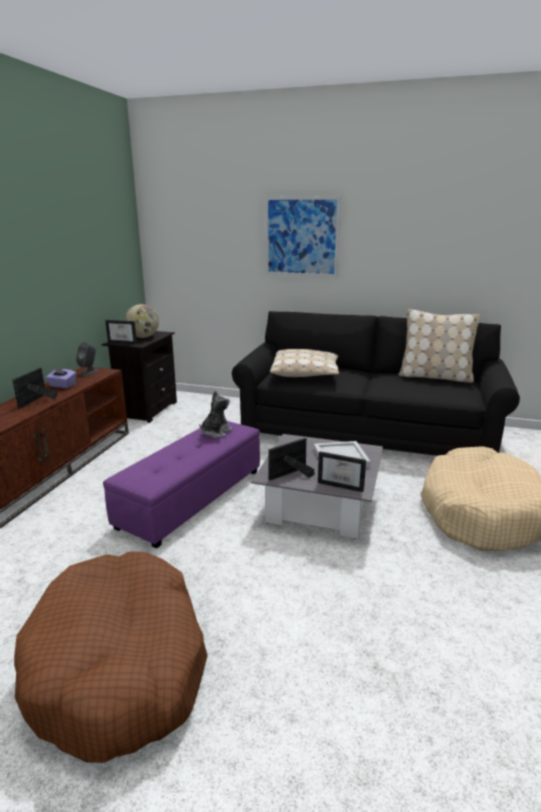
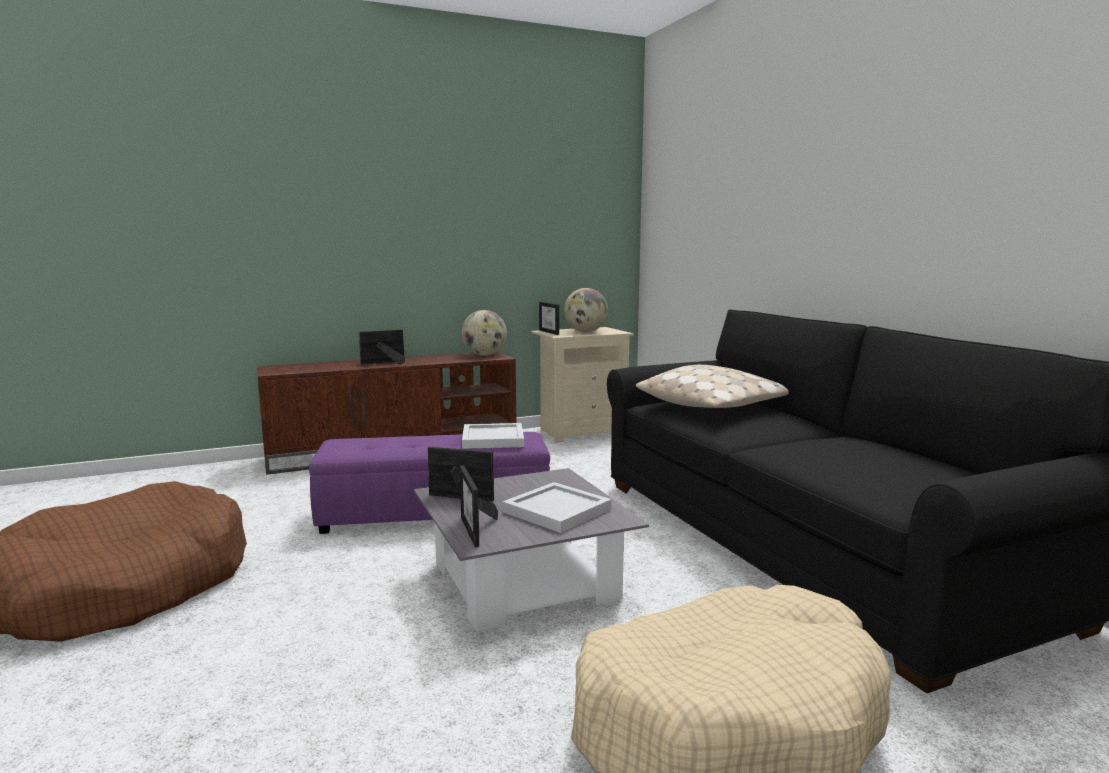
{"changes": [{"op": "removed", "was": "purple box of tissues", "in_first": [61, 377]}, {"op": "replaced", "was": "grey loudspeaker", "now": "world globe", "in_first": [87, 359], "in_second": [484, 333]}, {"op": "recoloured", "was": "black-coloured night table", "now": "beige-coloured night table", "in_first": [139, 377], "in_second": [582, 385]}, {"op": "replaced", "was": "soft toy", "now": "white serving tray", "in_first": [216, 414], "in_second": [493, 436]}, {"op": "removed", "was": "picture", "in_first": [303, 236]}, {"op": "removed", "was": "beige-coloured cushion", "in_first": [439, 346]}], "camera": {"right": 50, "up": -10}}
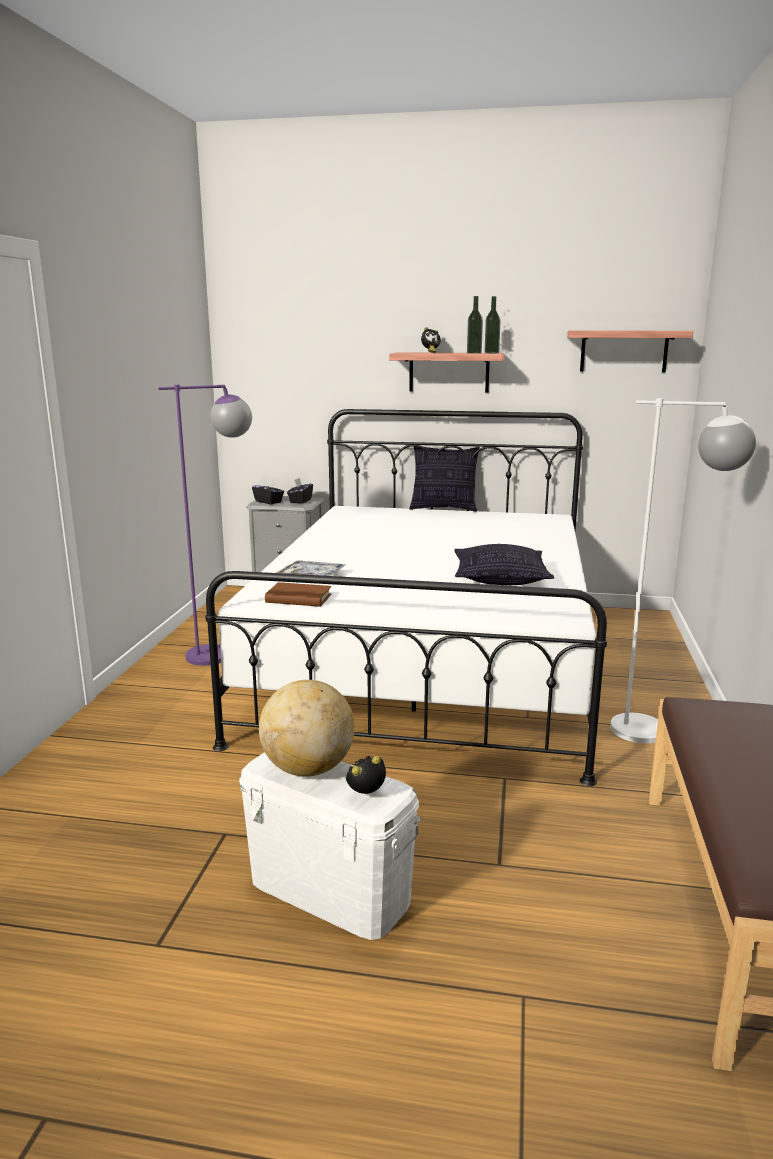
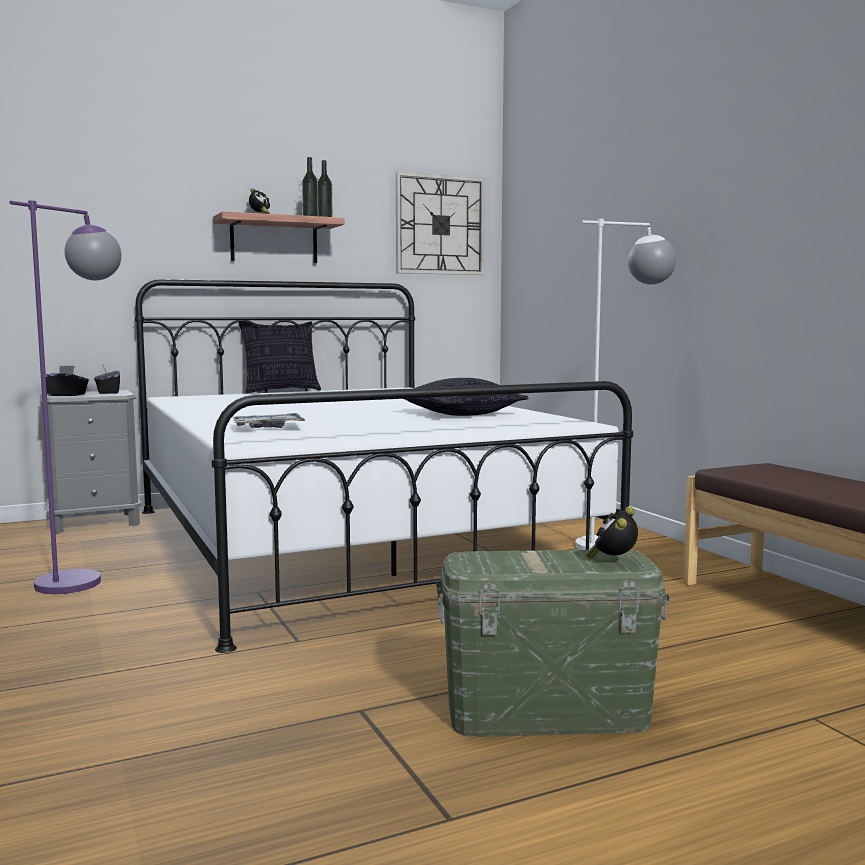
{"changes": [{"op": "recoloured", "was": "white storage box", "now": "greenish storage box", "in_first": [330, 846], "in_second": [553, 643]}, {"op": "removed", "was": "world globe", "in_first": [307, 728]}, {"op": "removed", "was": "brownish volume", "in_first": [298, 594]}, {"op": "replaced", "was": "wall shelf", "now": "wall clock", "in_first": [630, 351], "in_second": [440, 223]}], "camera": {"right": -35, "up": -10}}
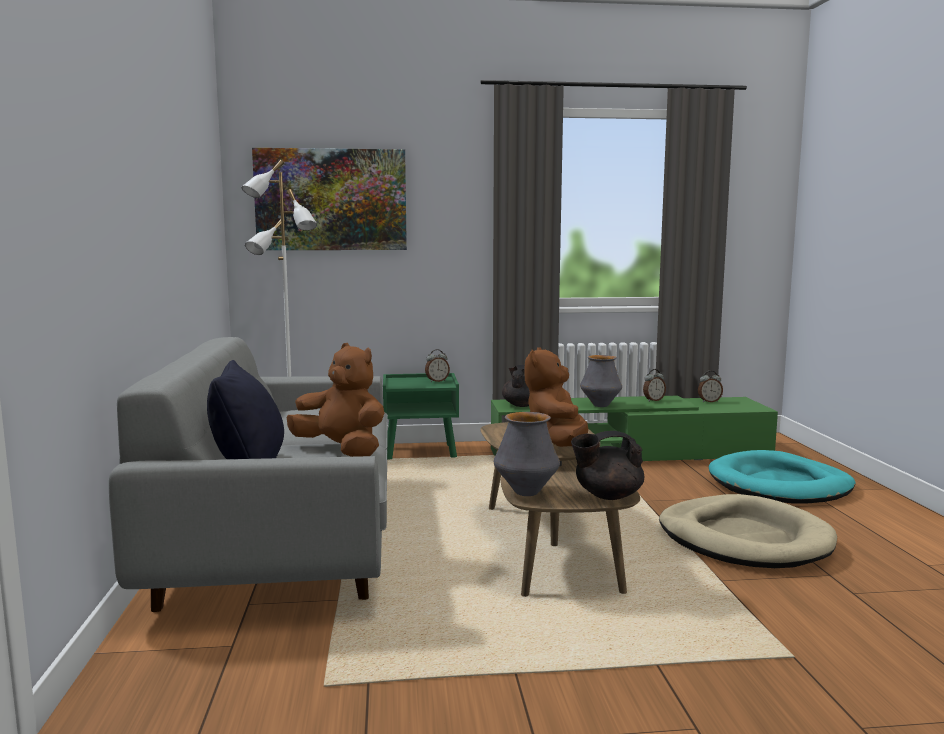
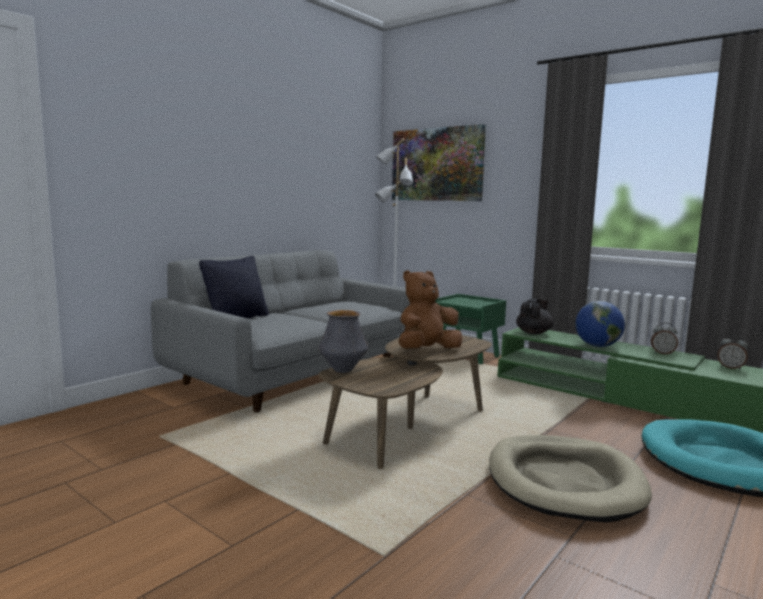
{"changes": [{"op": "removed", "was": "brownish soft toy", "in_first": [335, 400]}, {"op": "removed", "was": "bedside clock", "in_first": [437, 365]}, {"op": "removed", "was": "black-coloured teapot", "in_first": [607, 465]}, {"op": "replaced", "was": "vase", "now": "world globe", "in_first": [601, 381], "in_second": [600, 324]}], "camera": {"right": 45, "up": 0}}
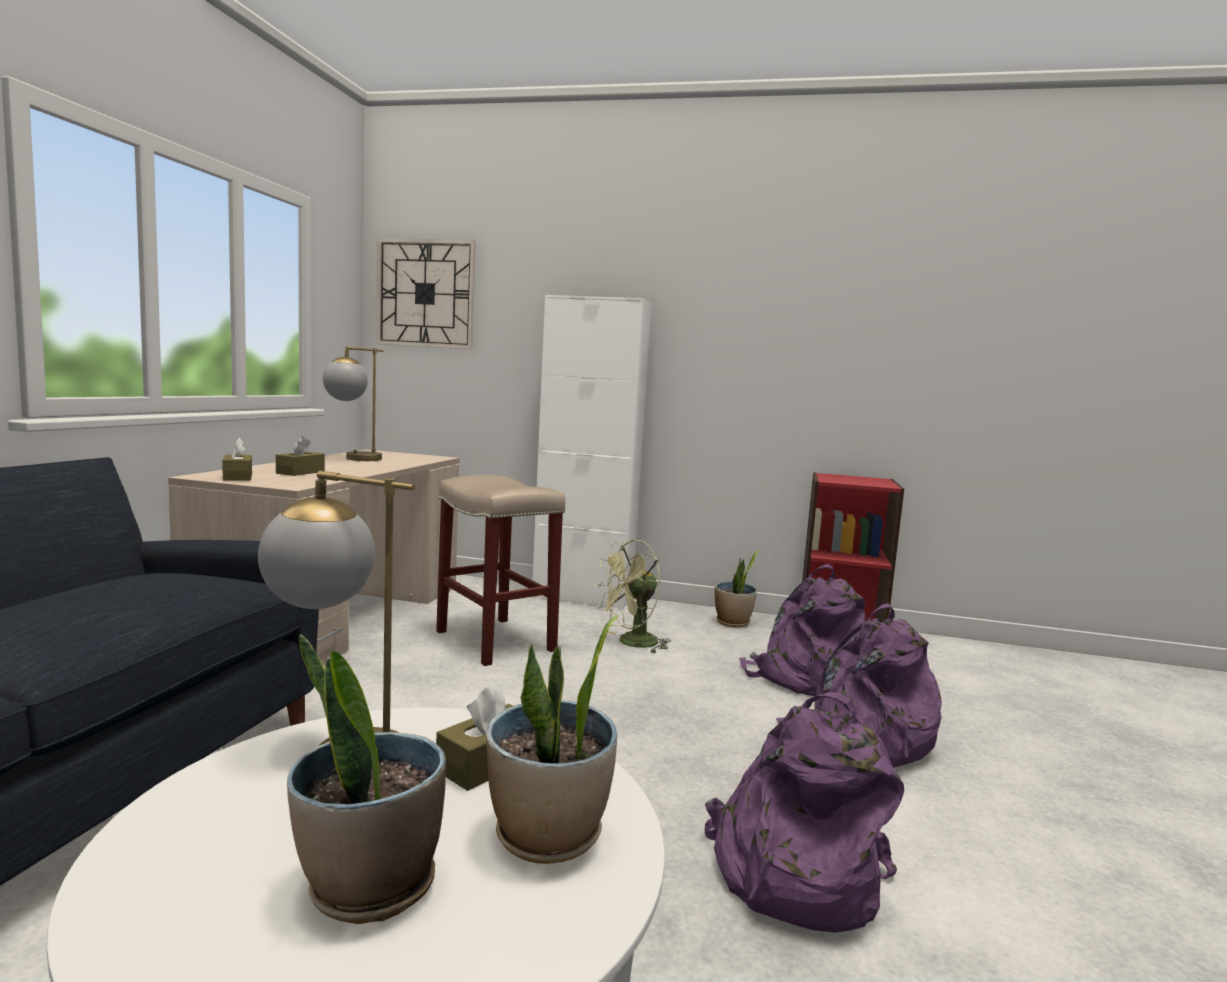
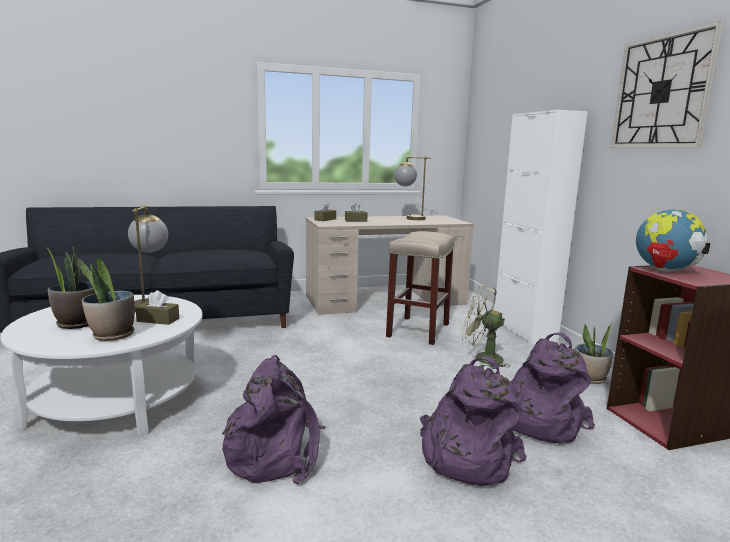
{"changes": [{"op": "moved", "was": "wall clock", "in_first": [426, 293], "in_second": [668, 84]}, {"op": "added", "now": "world globe", "in_second": [673, 240]}], "camera": {"right": 60, "up": 5}}
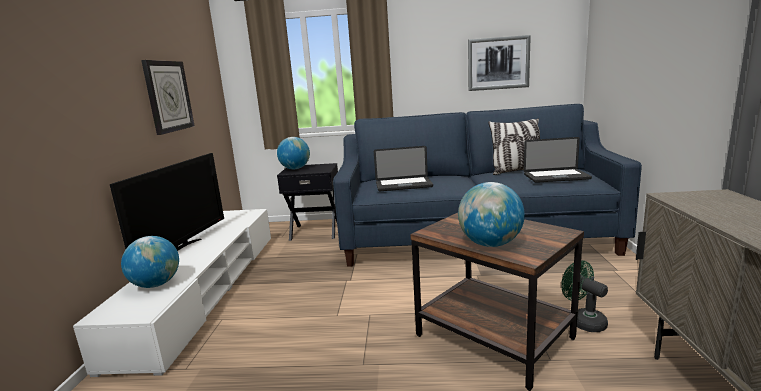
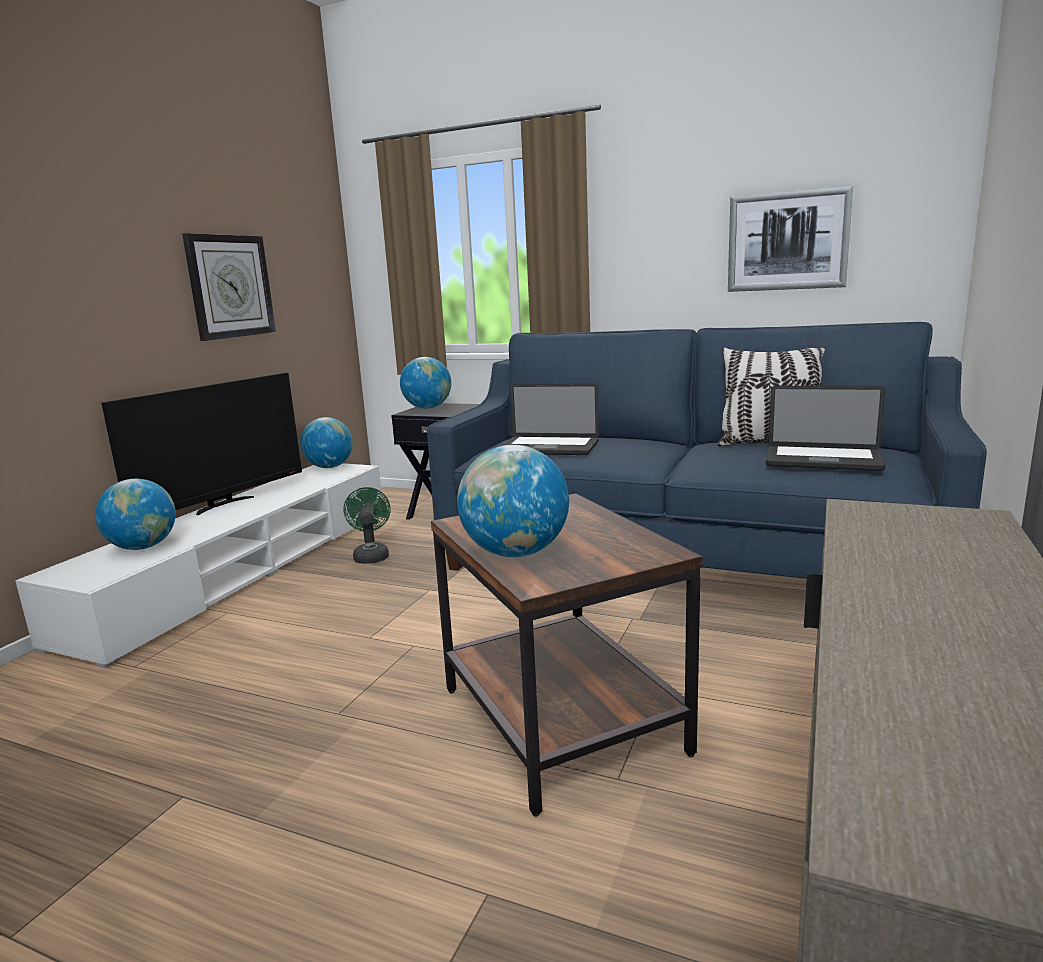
{"changes": [{"op": "moved", "was": "greenish fan", "in_first": [584, 296], "in_second": [366, 525]}, {"op": "added", "now": "world globe", "in_second": [326, 442]}], "camera": {"right": 20, "up": 0}}
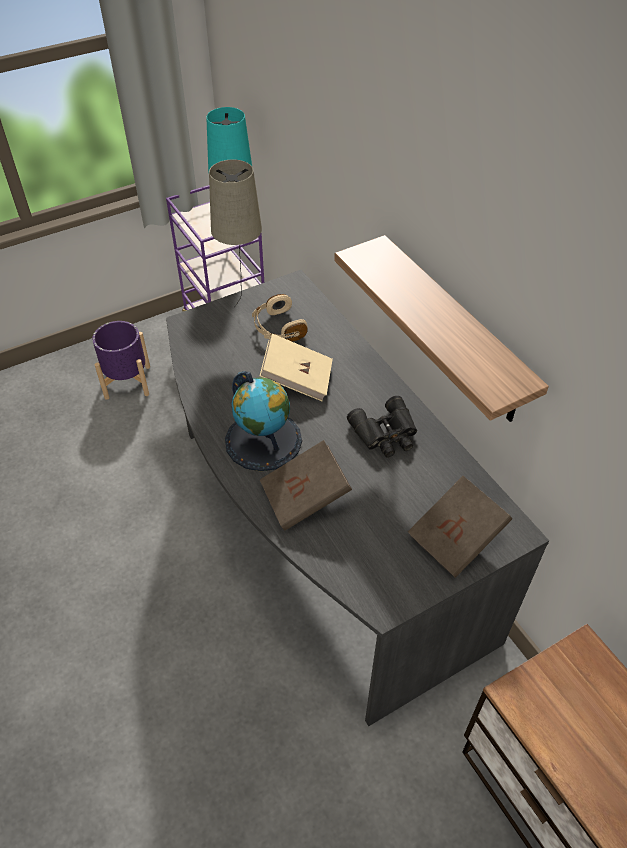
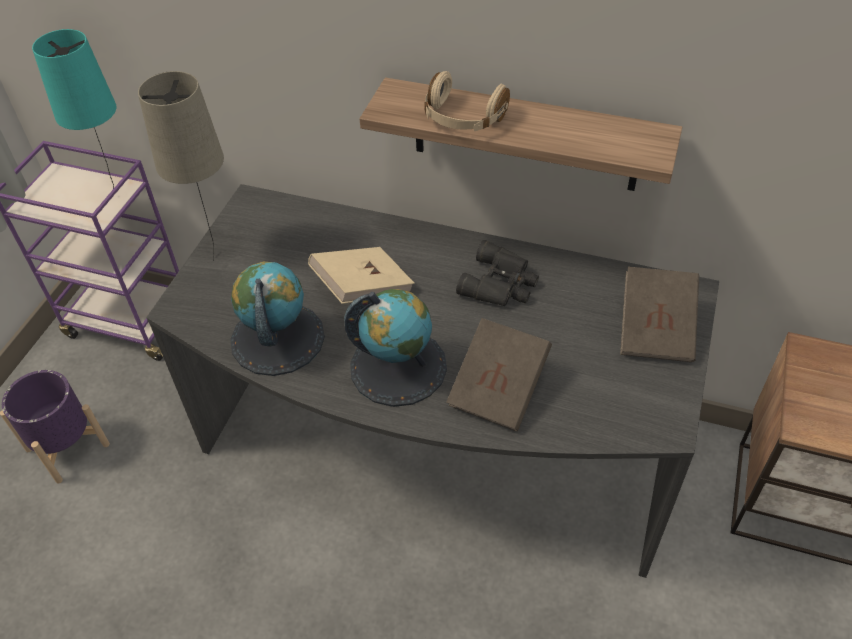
{"changes": [{"op": "moved", "was": "beige-coloured headphones", "in_first": [280, 317], "in_second": [467, 101]}, {"op": "added", "now": "world globe", "in_second": [277, 319]}], "camera": {"right": -40, "up": 0}}
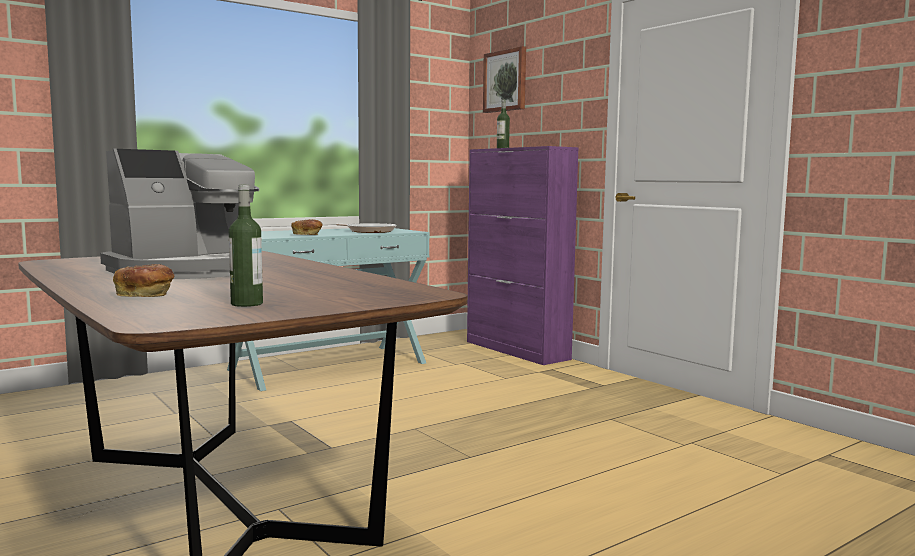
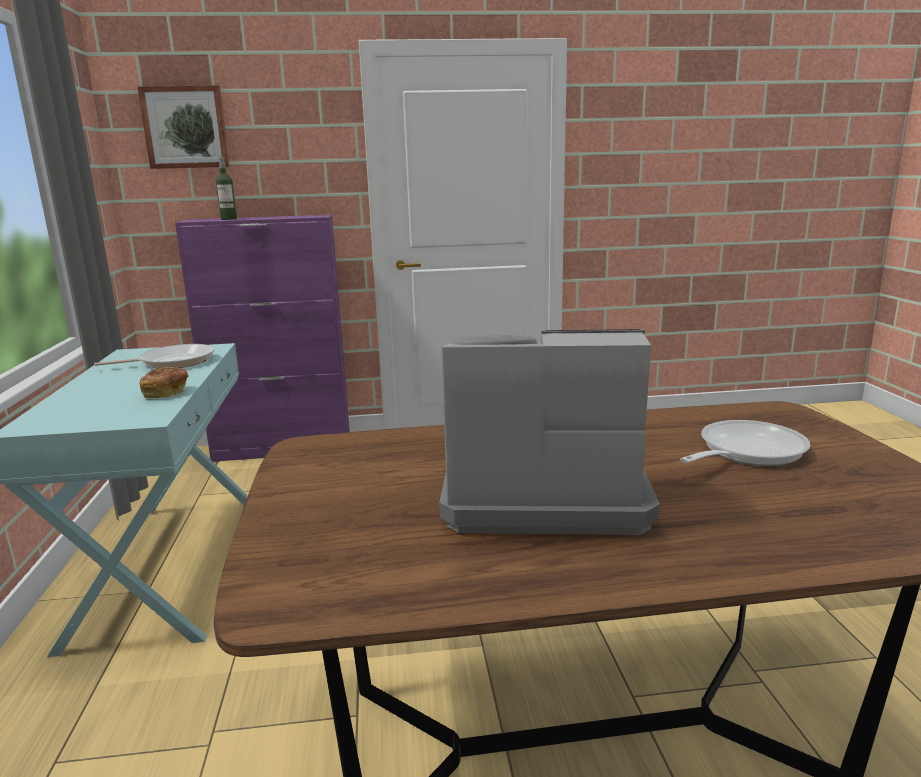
{"changes": [{"op": "turned", "was": "coffee brewer", "in_first": [179, 214], "in_second": [549, 432], "clockwise": -75}, {"op": "removed", "was": "baked bread", "in_first": [143, 280]}, {"op": "removed", "was": "beverage bottle", "in_first": [246, 246]}, {"op": "added", "now": "pan", "in_second": [745, 443]}], "camera": {"right": -60, "up": 10}}
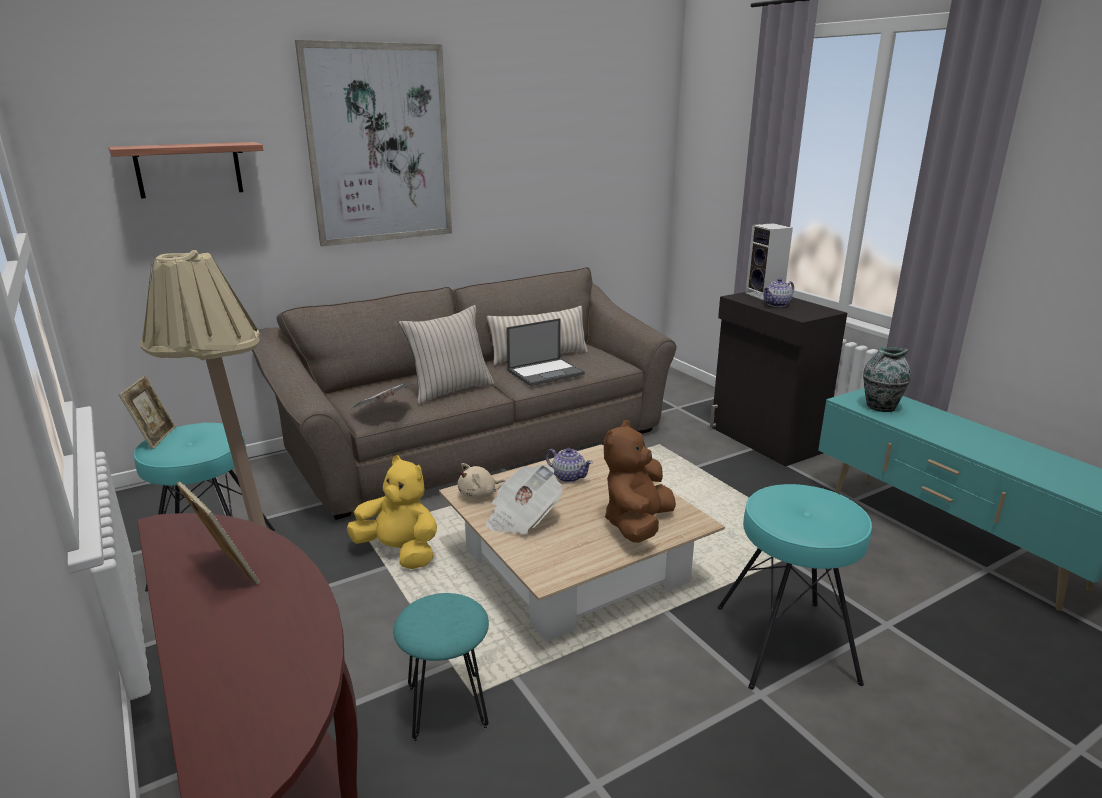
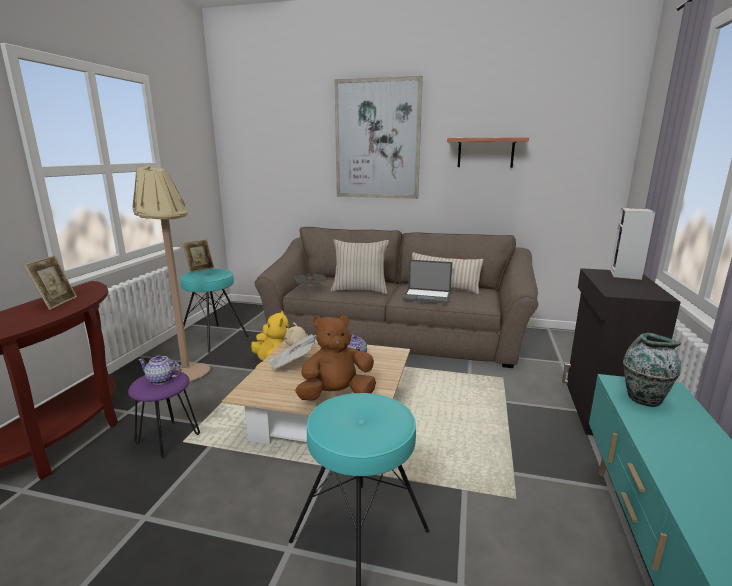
{"changes": [{"op": "moved", "was": "wall shelf", "in_first": [185, 170], "in_second": [488, 152]}, {"op": "recoloured", "was": "turquoise-coloured stool", "now": "purple stool", "in_first": [441, 668], "in_second": [164, 414]}, {"op": "moved", "was": "teapot", "in_first": [778, 292], "in_second": [160, 370]}], "camera": {"right": 45, "up": -5}}
